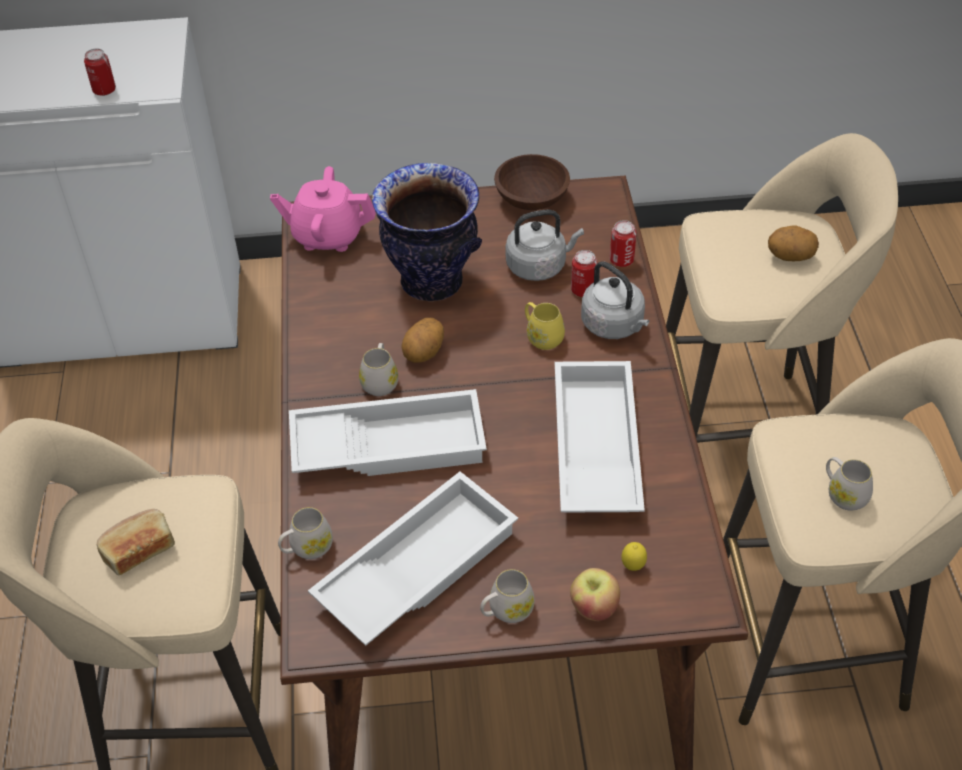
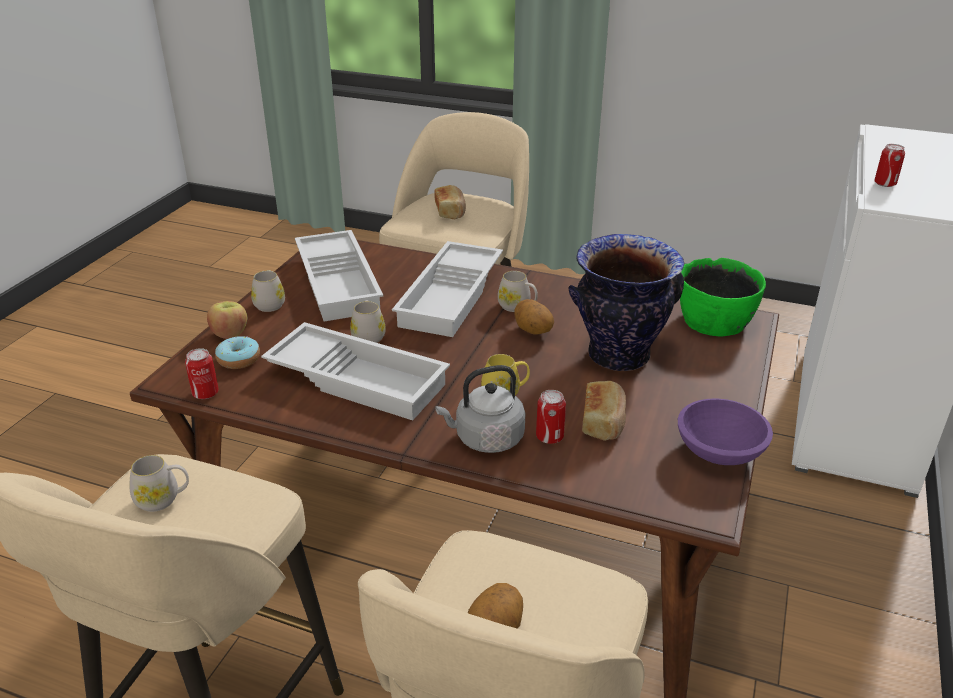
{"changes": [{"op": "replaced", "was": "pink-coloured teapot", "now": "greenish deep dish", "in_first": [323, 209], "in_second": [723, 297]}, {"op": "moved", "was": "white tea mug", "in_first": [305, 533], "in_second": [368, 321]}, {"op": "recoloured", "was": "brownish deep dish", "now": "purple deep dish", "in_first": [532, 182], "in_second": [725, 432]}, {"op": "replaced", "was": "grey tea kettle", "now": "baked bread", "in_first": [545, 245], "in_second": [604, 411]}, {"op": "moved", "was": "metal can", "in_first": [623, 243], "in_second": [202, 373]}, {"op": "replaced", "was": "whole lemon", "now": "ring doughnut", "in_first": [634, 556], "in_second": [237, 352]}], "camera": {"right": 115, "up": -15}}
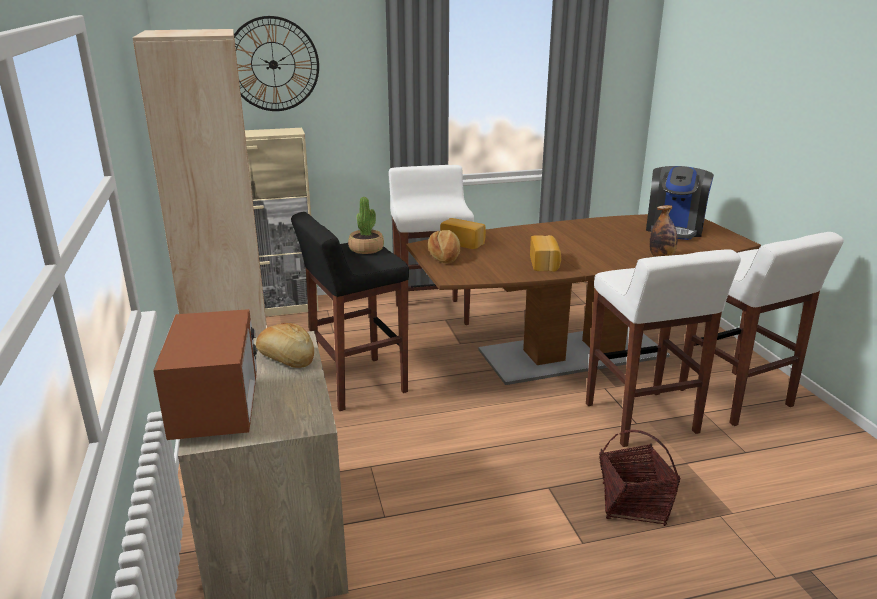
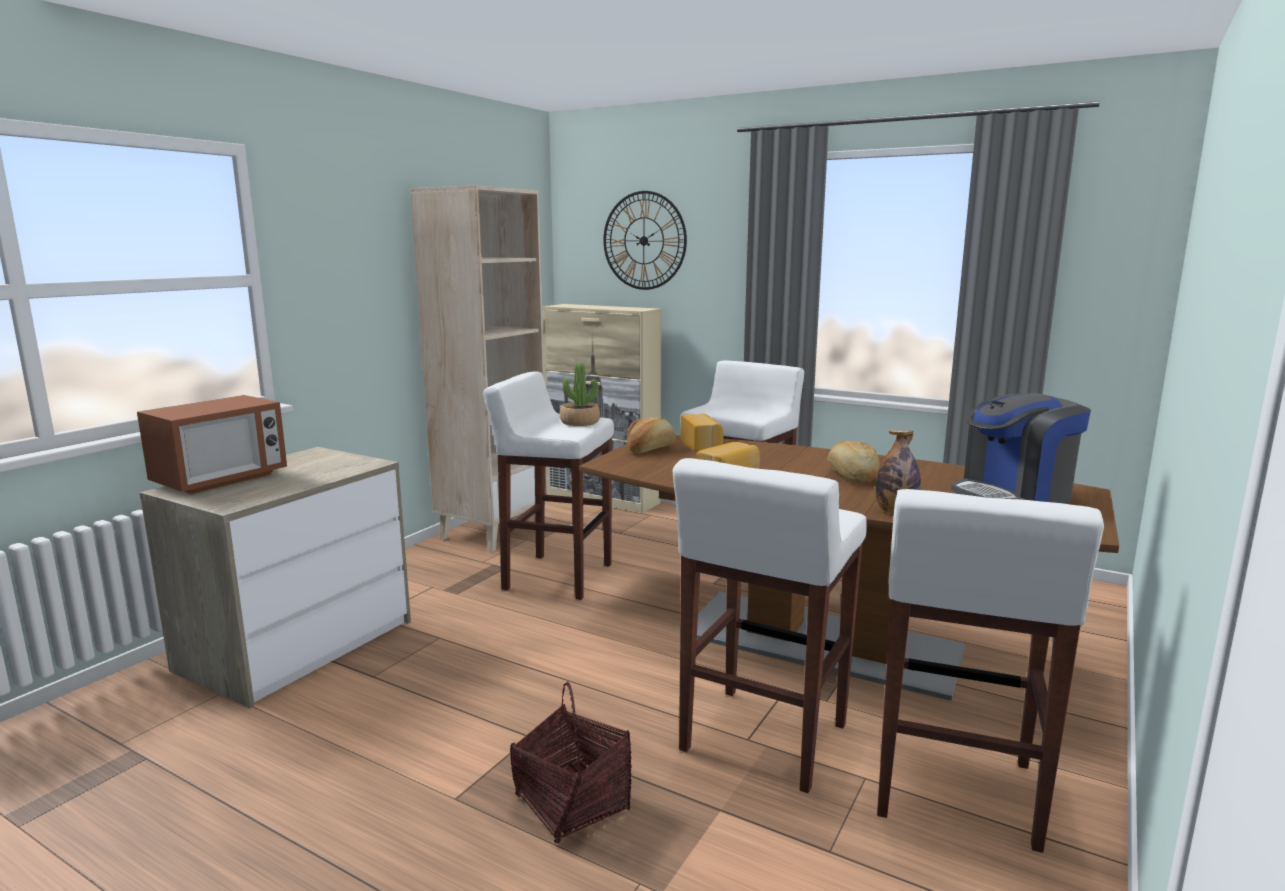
{"changes": [{"op": "moved", "was": "baked bread", "in_first": [285, 345], "in_second": [853, 462]}, {"op": "recoloured", "was": "black-coloured stool", "now": "white stool", "in_first": [350, 311], "in_second": [548, 485]}], "camera": {"right": 45, "up": -10}}
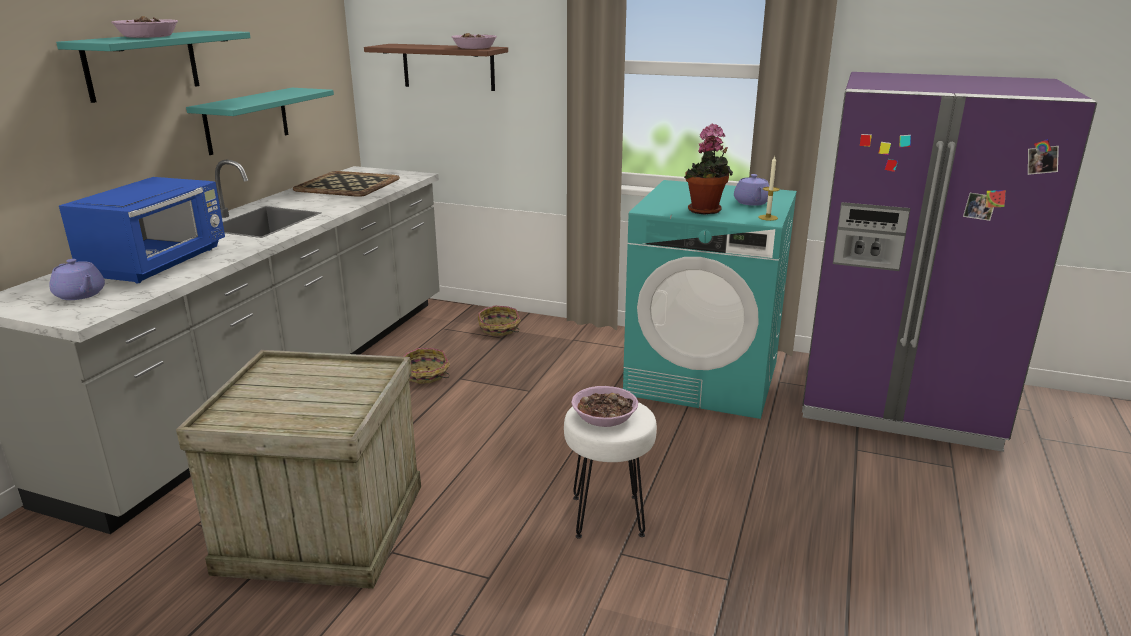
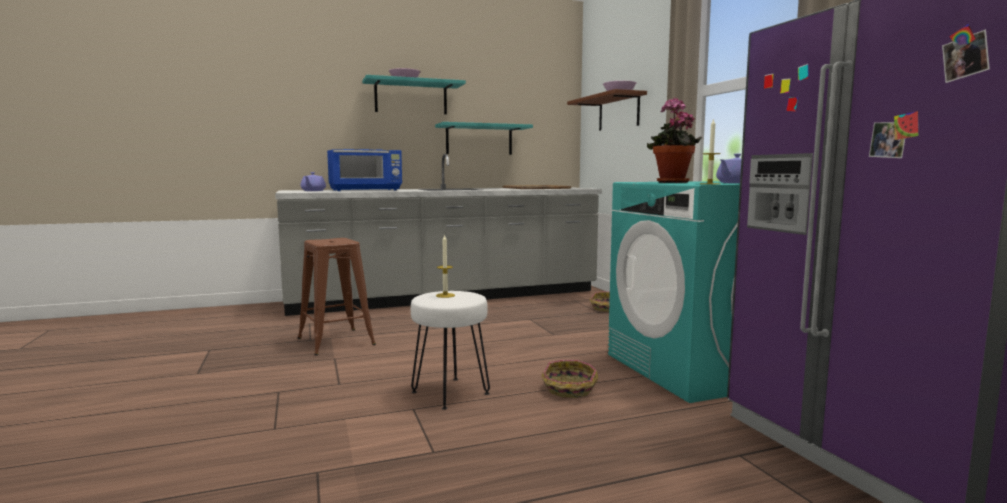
{"changes": [{"op": "replaced", "was": "shipping crate", "now": "brownish stool", "in_first": [298, 469], "in_second": [337, 296]}, {"op": "moved", "was": "household basket", "in_first": [426, 366], "in_second": [569, 379]}, {"op": "replaced", "was": "deep dish", "now": "wax candle", "in_first": [604, 406], "in_second": [445, 266]}], "camera": {"right": 50, "up": -15}}
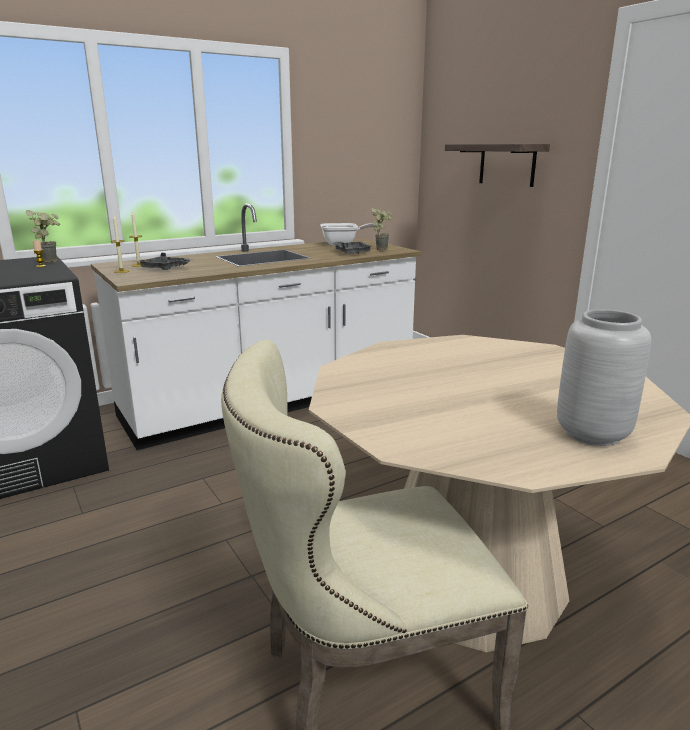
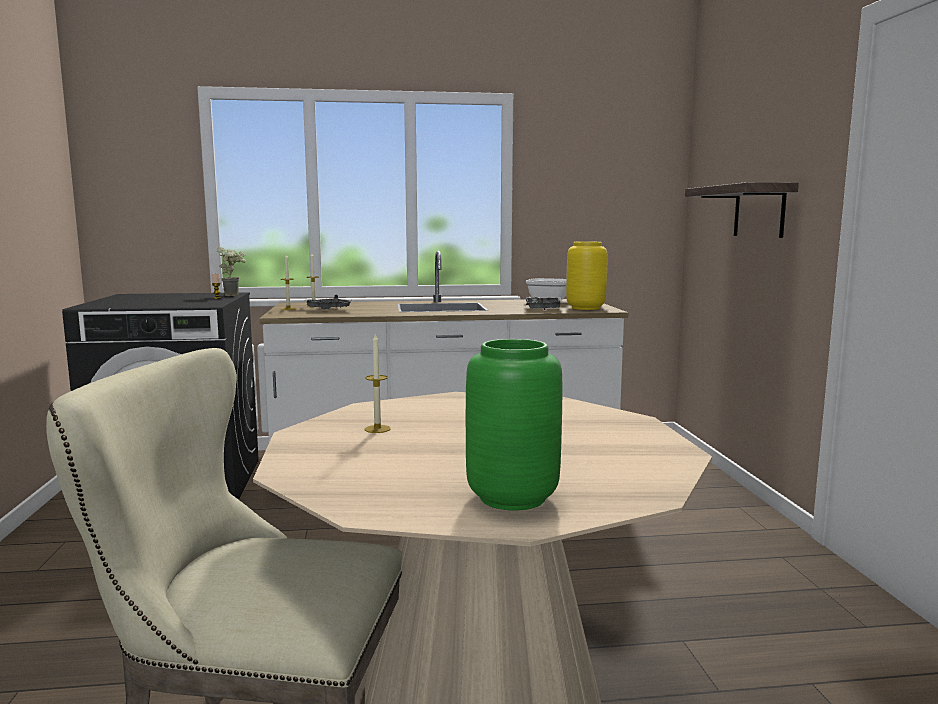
{"changes": [{"op": "replaced", "was": "potted plant", "now": "yellowish vase", "in_first": [381, 229], "in_second": [586, 275]}, {"op": "recoloured", "was": "grey vase", "now": "greenish vase", "in_first": [604, 377], "in_second": [514, 425]}, {"op": "added", "now": "wax candle", "in_second": [378, 383]}], "camera": {"right": 25, "up": -10}}
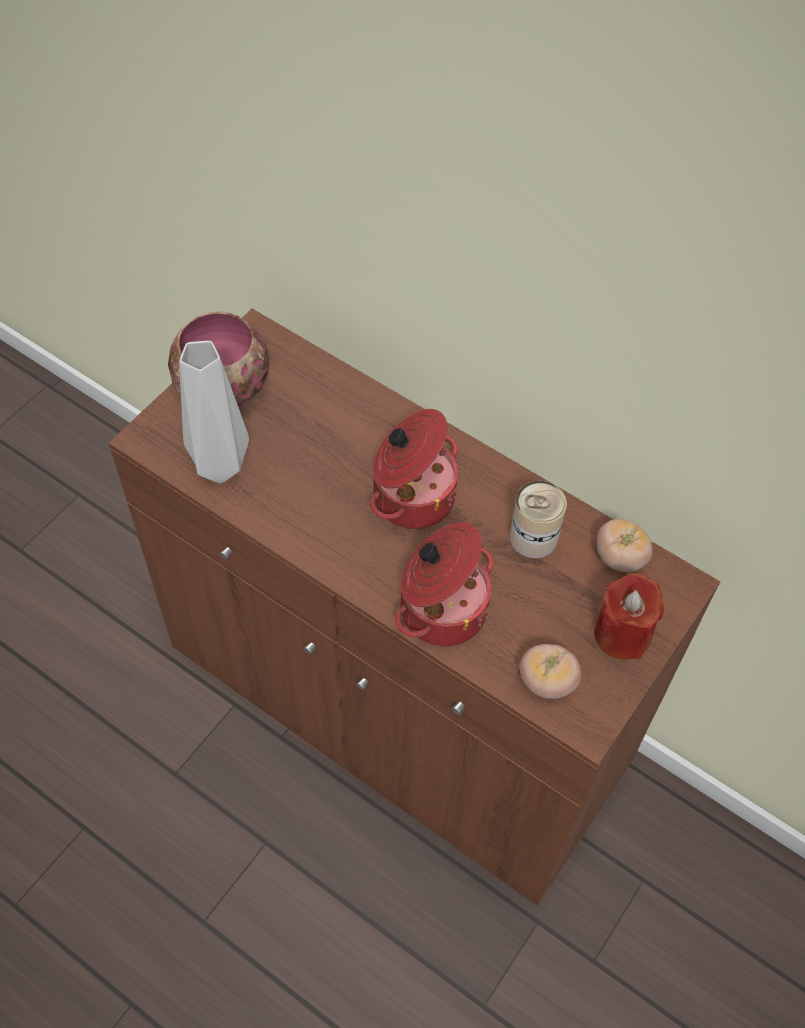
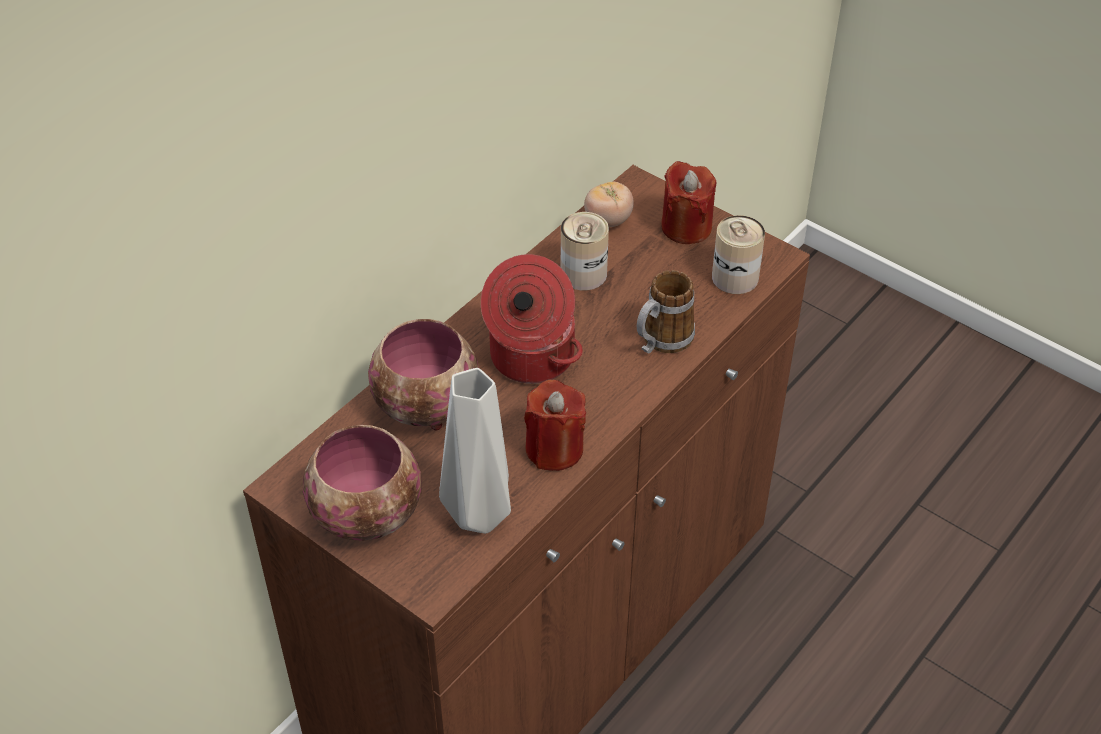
{"changes": [{"op": "replaced", "was": "saucepot", "now": "tea mug", "in_first": [444, 584], "in_second": [666, 312]}, {"op": "replaced", "was": "fresh tomato", "now": "metal can", "in_first": [550, 671], "in_second": [738, 254]}, {"op": "added", "now": "deep dish", "in_second": [423, 374]}, {"op": "added", "now": "reddish wax candle", "in_second": [555, 425]}], "camera": {"right": -85, "up": -10}}
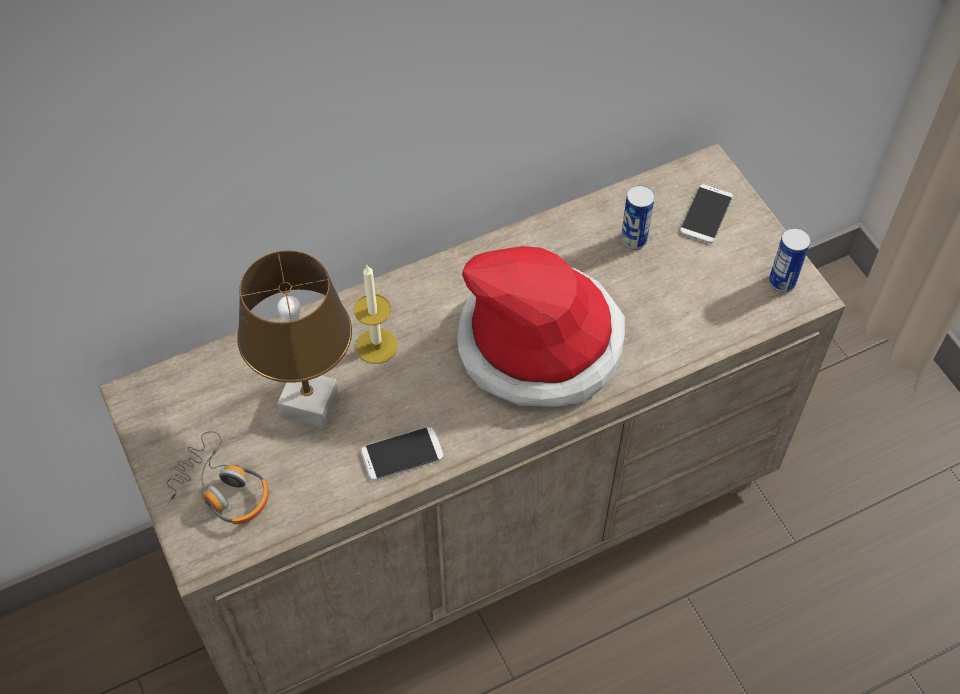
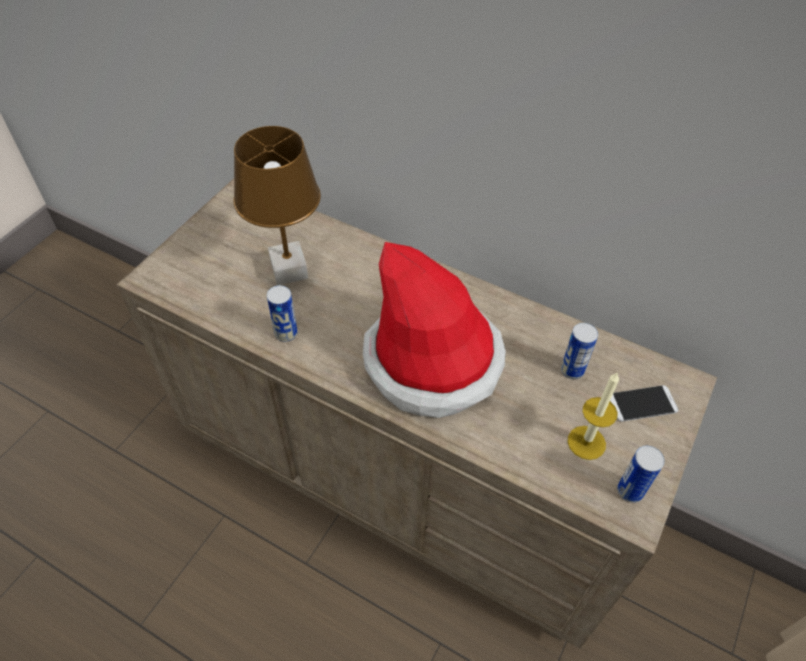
{"changes": [{"op": "removed", "was": "headphones", "in_first": [218, 477]}, {"op": "moved", "was": "wax candle", "in_first": [376, 314], "in_second": [593, 416]}, {"op": "replaced", "was": "phone", "now": "metal can", "in_first": [402, 453], "in_second": [282, 313]}], "camera": {"right": 55, "up": -5}}
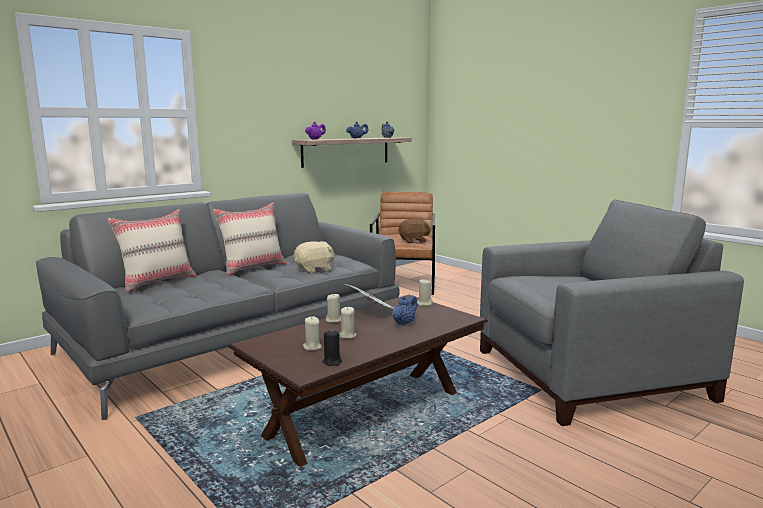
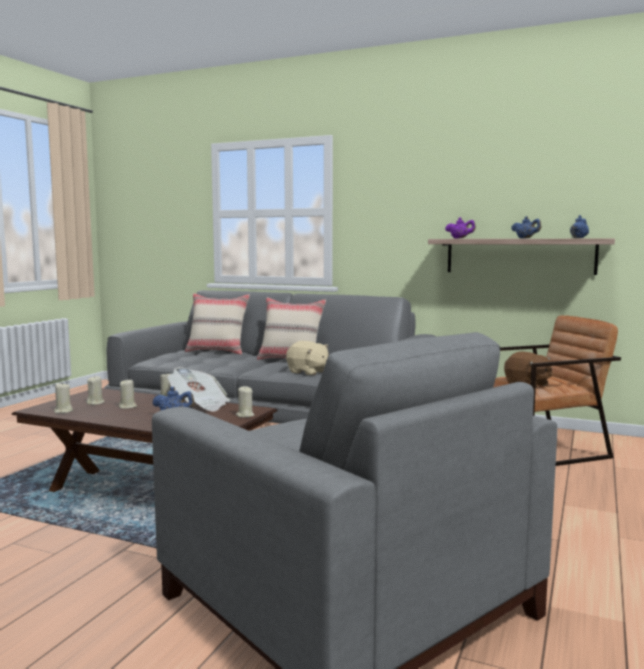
{"changes": [{"op": "recoloured", "was": "black-coloured wax candle", "now": "beige-coloured wax candle", "in_first": [332, 348], "in_second": [63, 398]}], "camera": {"right": 65, "up": -5}}
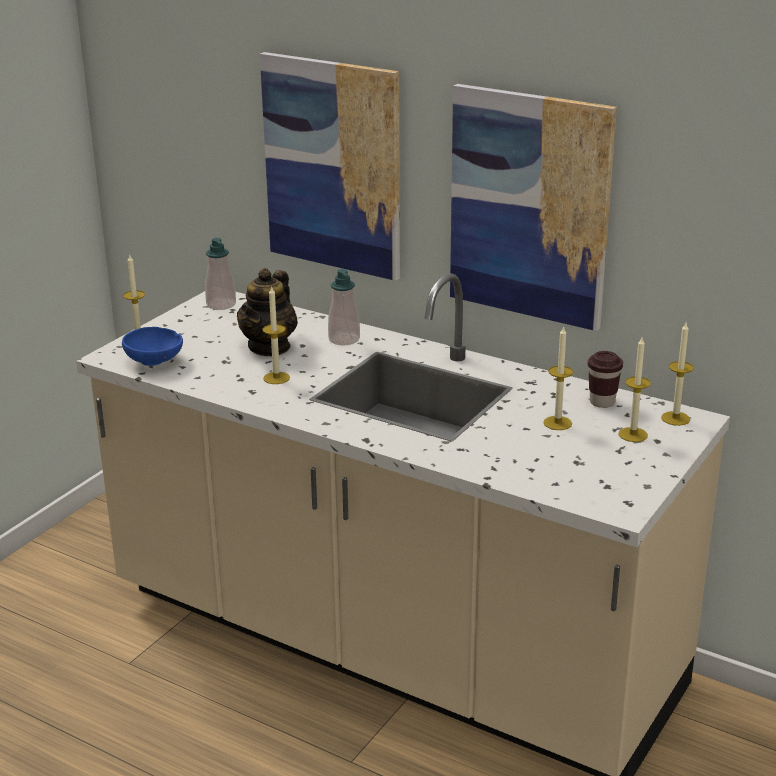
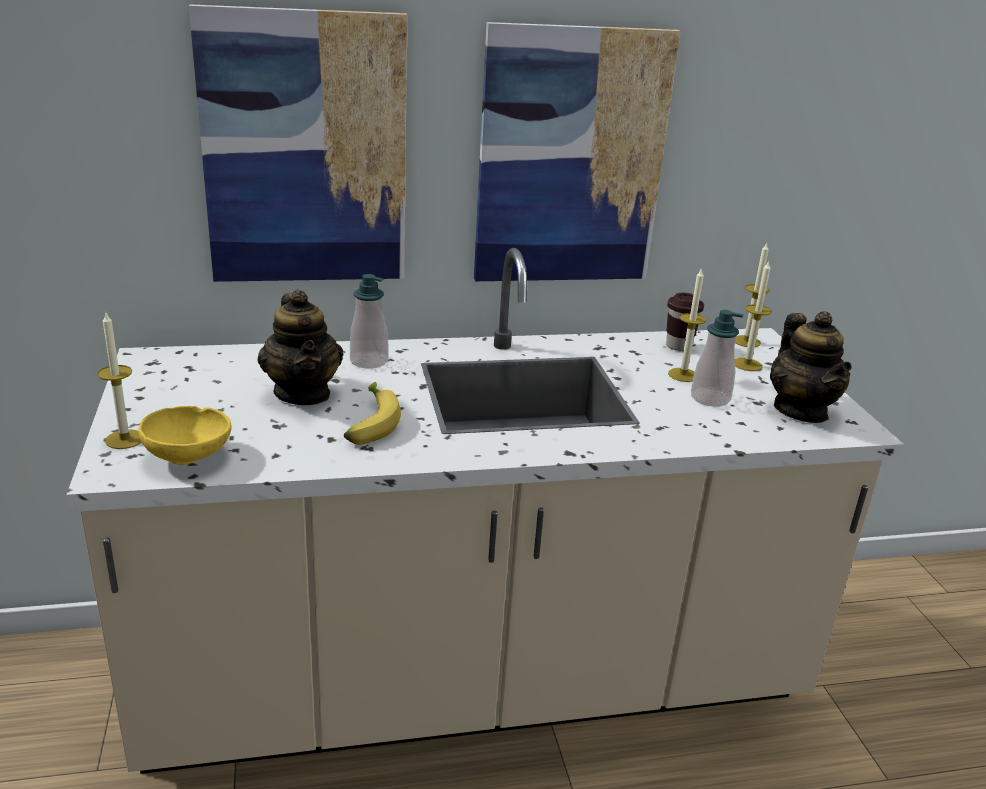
{"changes": [{"op": "recoloured", "was": "blue-coloured deep dish", "now": "yellowish deep dish", "in_first": [152, 346], "in_second": [185, 435]}, {"op": "moved", "was": "soap dispenser", "in_first": [220, 274], "in_second": [717, 358]}, {"op": "replaced", "was": "wax candle", "now": "whole banana", "in_first": [276, 335], "in_second": [372, 413]}, {"op": "added", "now": "teapot", "in_second": [811, 367]}], "camera": {"right": -45, "up": 0}}
